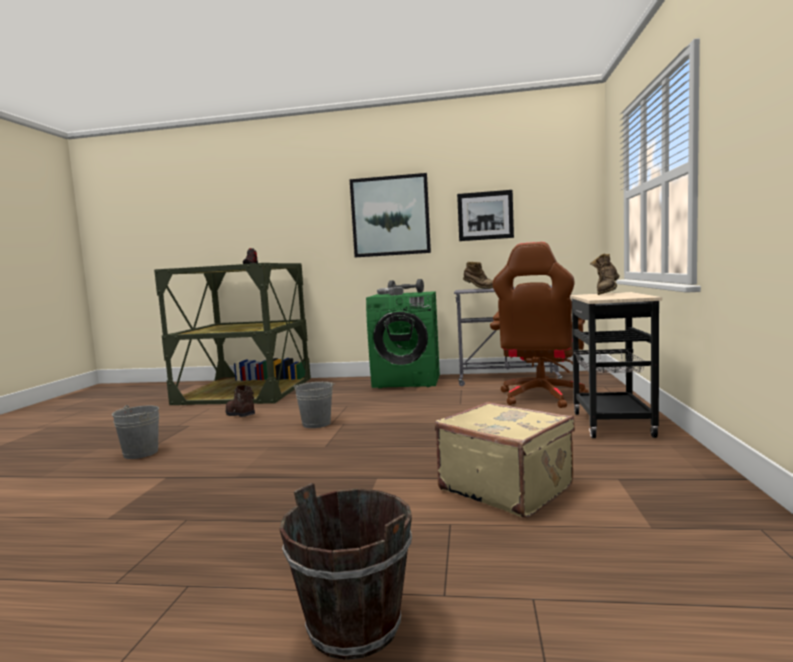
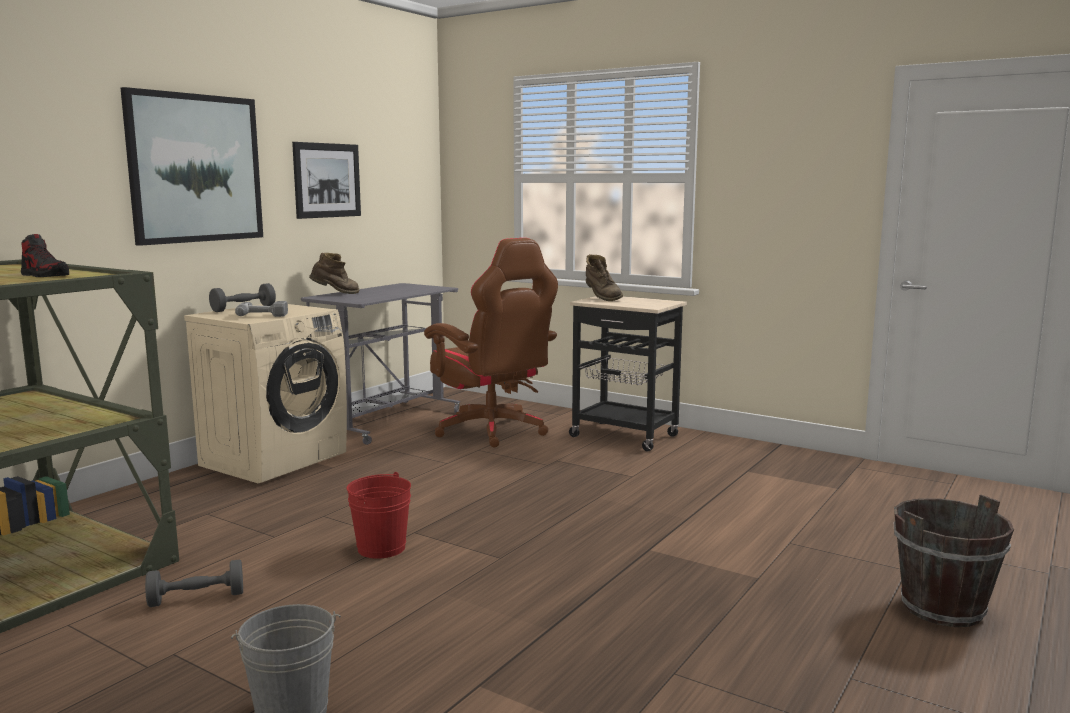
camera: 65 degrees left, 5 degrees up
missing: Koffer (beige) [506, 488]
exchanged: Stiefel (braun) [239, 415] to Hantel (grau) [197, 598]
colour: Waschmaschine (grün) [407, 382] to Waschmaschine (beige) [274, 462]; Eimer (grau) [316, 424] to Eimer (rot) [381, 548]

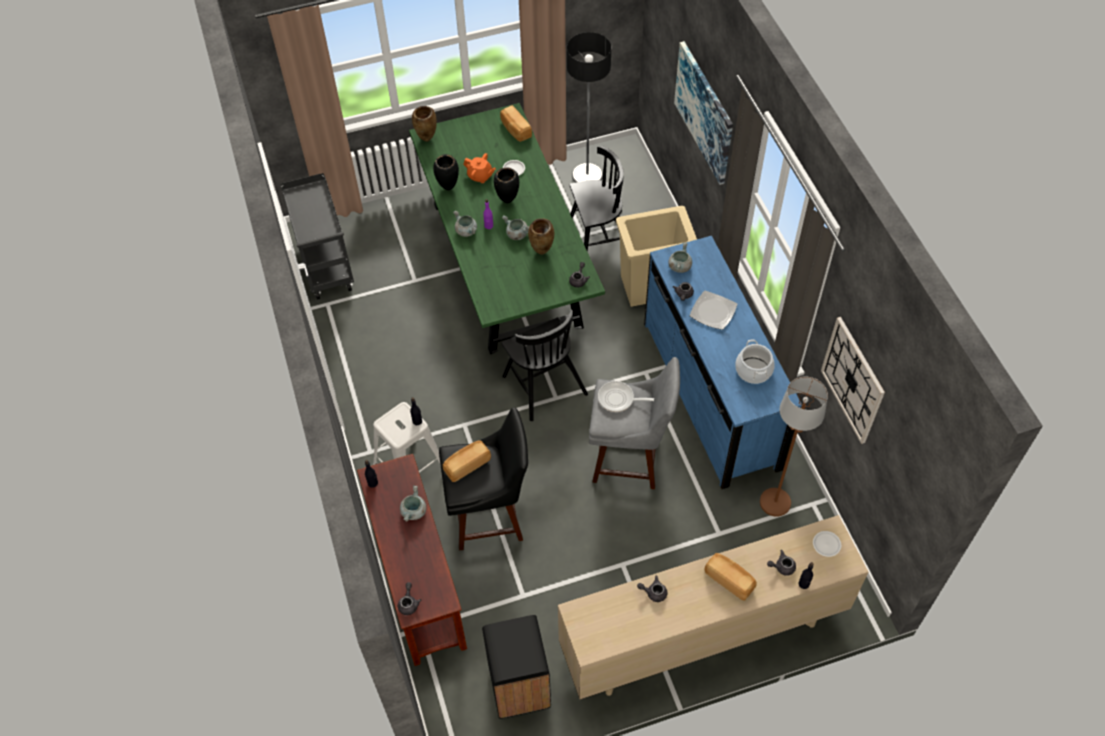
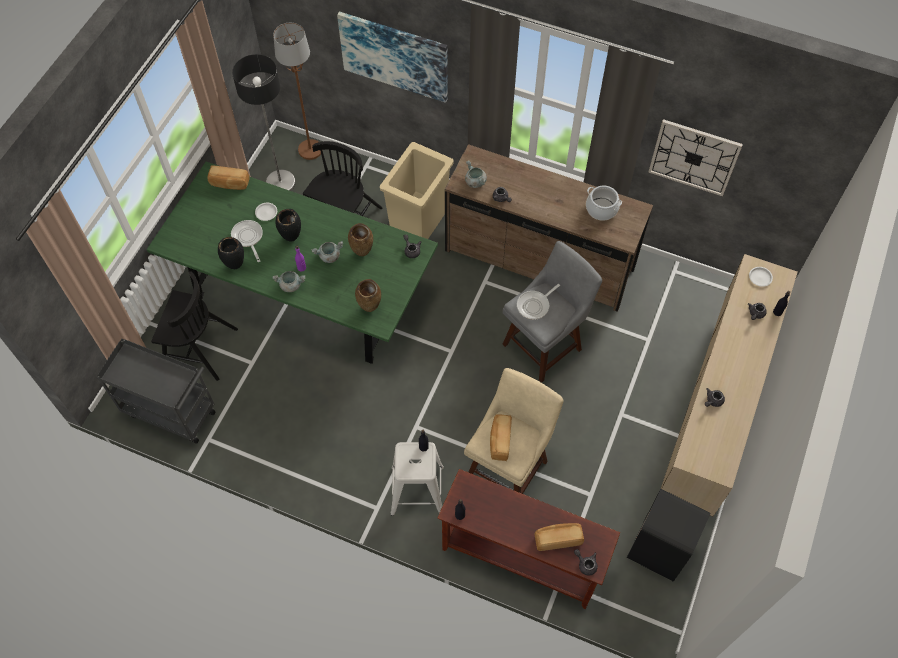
camera: 50 degrees left, 5 degrees up
missing: Teller [713, 312]; Kochtopf (grau) [414, 512]
relocated: Vase (braun) [427, 139] to [370, 308]; Stuhl (schwarz) [542, 381] to [196, 347]; Stehlampe (braun) [775, 503] to [310, 150]; Brot [729, 580] to [557, 539]
exchanged: Teekanne (orange) [480, 176] to Pfanne [248, 238]
colour: Kommode (blau) [710, 395] to Kommode (braun) [540, 260]; Hocker (schwarz) [490, 515] to Hocker (beige) [508, 467]

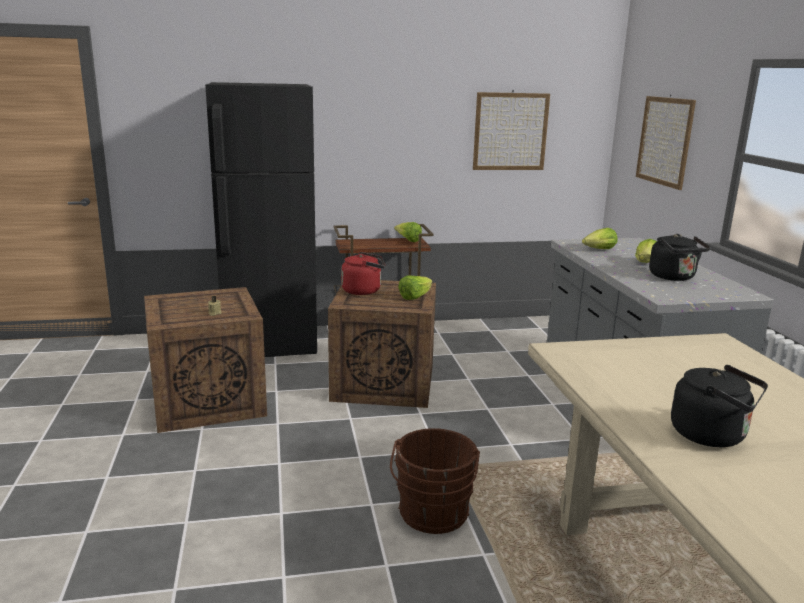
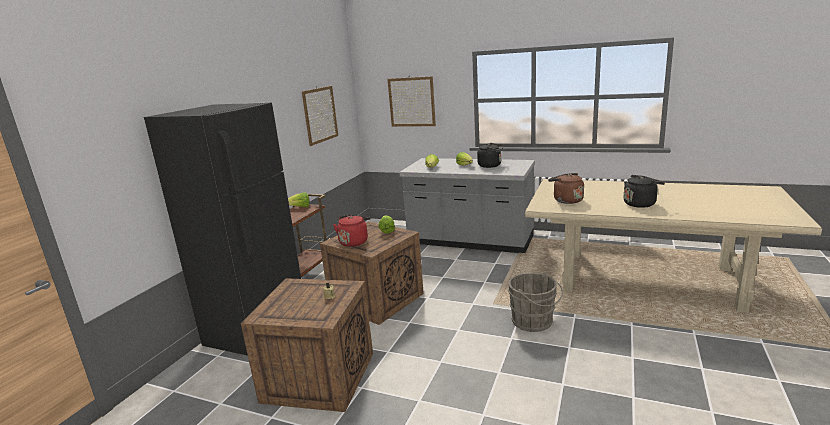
camera: 55 degrees left, 0 degrees up
appeared: Wasserkessel (braun) [566, 200]
colour: Eimer (braun) [432, 515] to Eimer (grau) [534, 322]

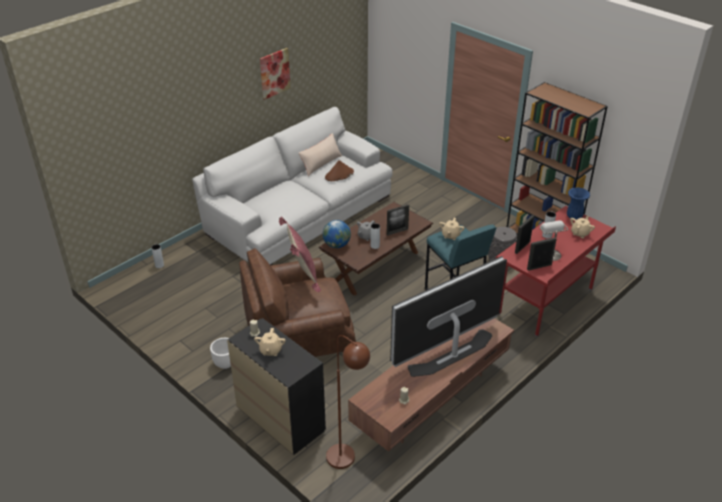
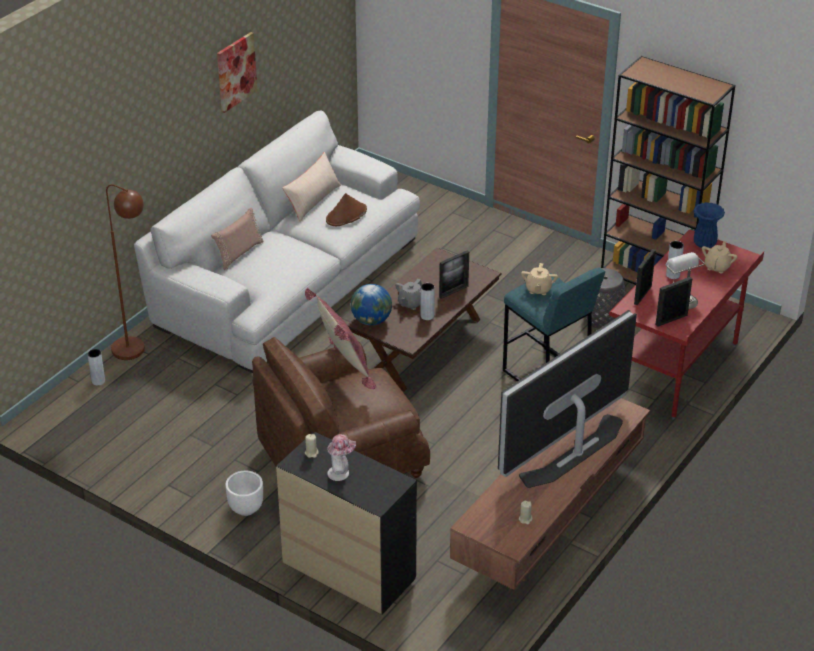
camera: 10 degrees left, 0 degrees up
appeared: Kissen (beige) [239, 253]
relocated: Stehlampe (braun) [347, 462] to [136, 353]
exchanged: Teekanne (beige) [270, 350] to Hut [341, 473]

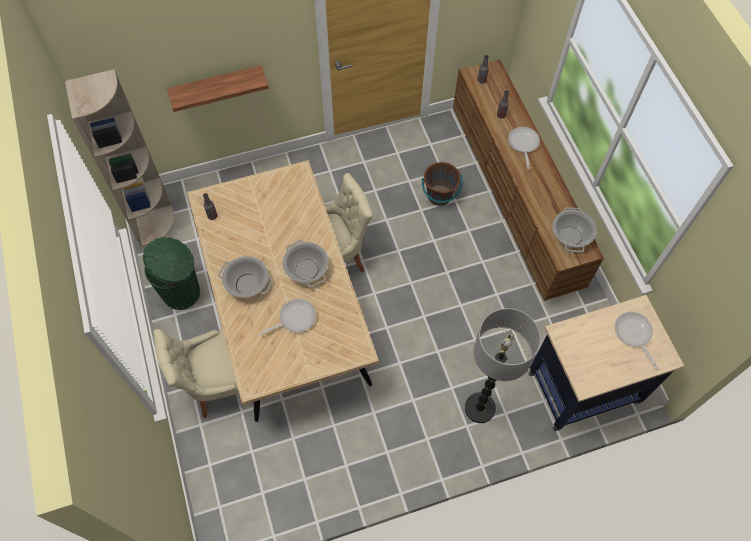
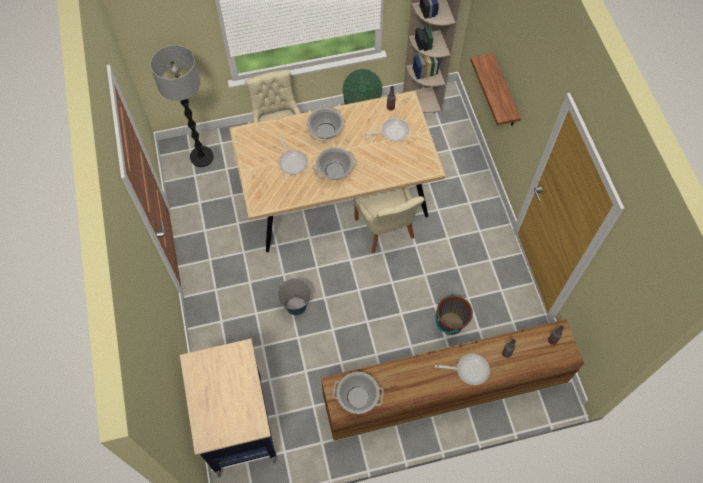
camera: 95 degrees right, 0 degrees up
appeared: Eimer [296, 305]
relocated: Stehlampe [479, 408] to [202, 157]; Pfanne [633, 334] to [392, 132]

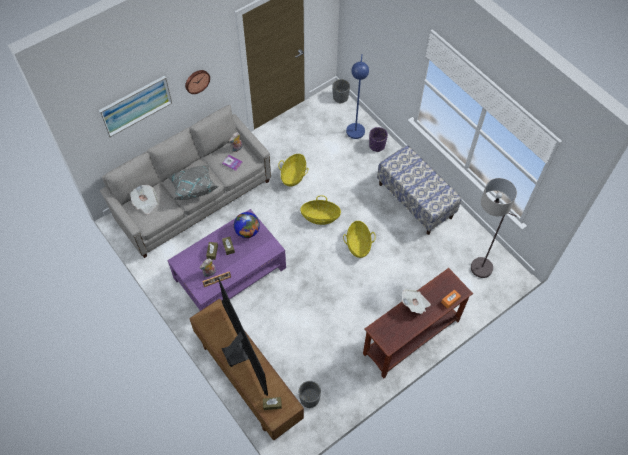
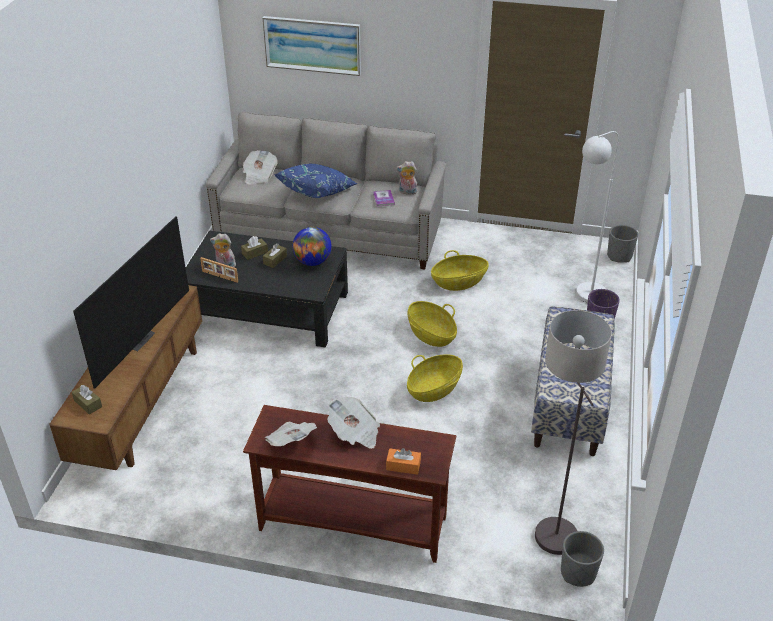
camera: 50 degrees right, 20 degrees down
missing: Wanduhr [196, 81]
appeared: Zeitung [291, 442]
relocated: Pflanzkübel (grau) [309, 398] to [578, 573]
colour: Stehlampe (blau) [355, 136] to Stehlampe (weiß) [584, 297]; Kissen (grau) [193, 187] to Kissen (blau) [317, 191]; Couchtisch (lila) [230, 272] to Couchtisch (schwarz) [268, 309]

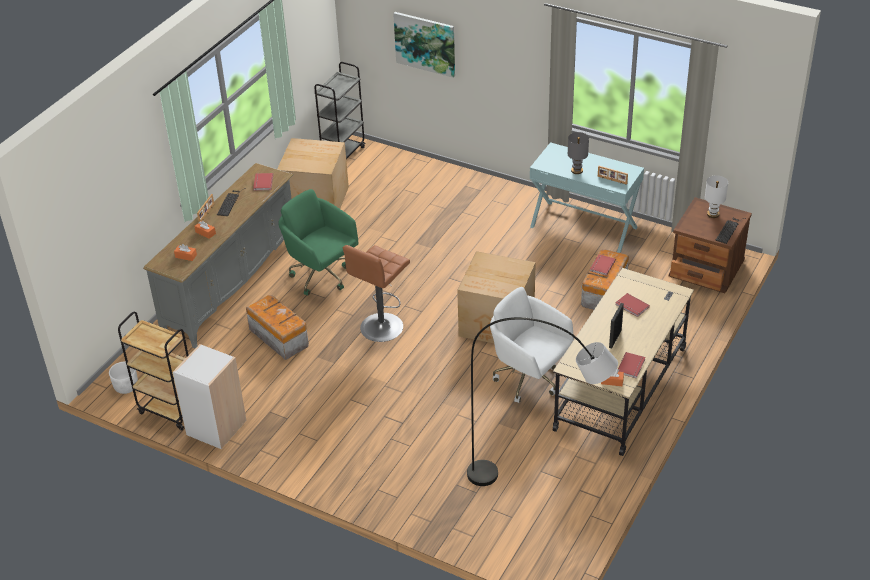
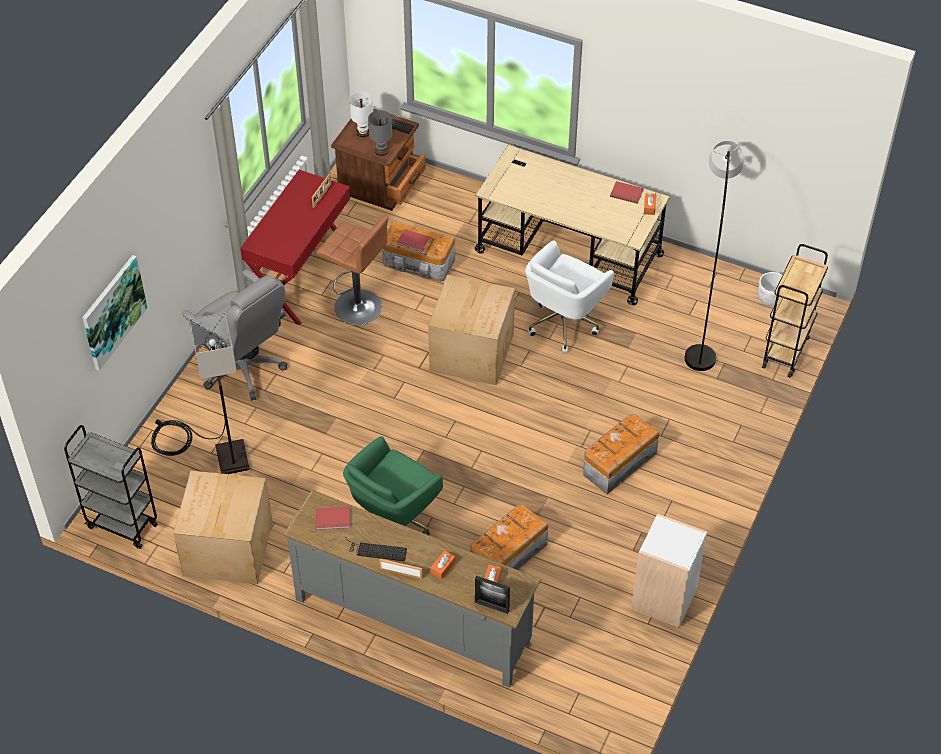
camera: 95 degrees left, 10 degrees up
missing: Buch (rot) [631, 306]
appeared: Bürostuhl (grau) [244, 370]; Stehlampe [200, 447]; Aufbewahrungsbox [617, 464]
relocated: Tischlampe (grau) [577, 171] to [382, 151]; Hocker (braun) [381, 327] to [358, 308]; Bilderrahmen [615, 339] to [492, 606]; Rollwagen (braun) [168, 413] to [786, 353]; Pflanzkübel (weiß) [126, 387] to [770, 298]
colour: Schreibtisch (türkis) [584, 227] to Schreibtisch (rot) [301, 277]

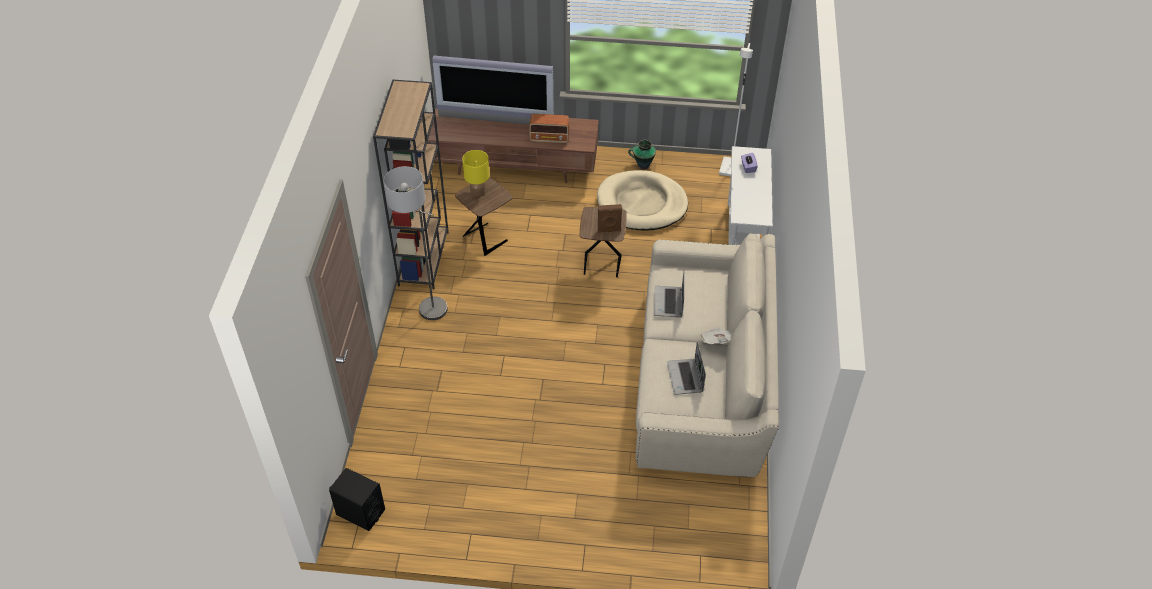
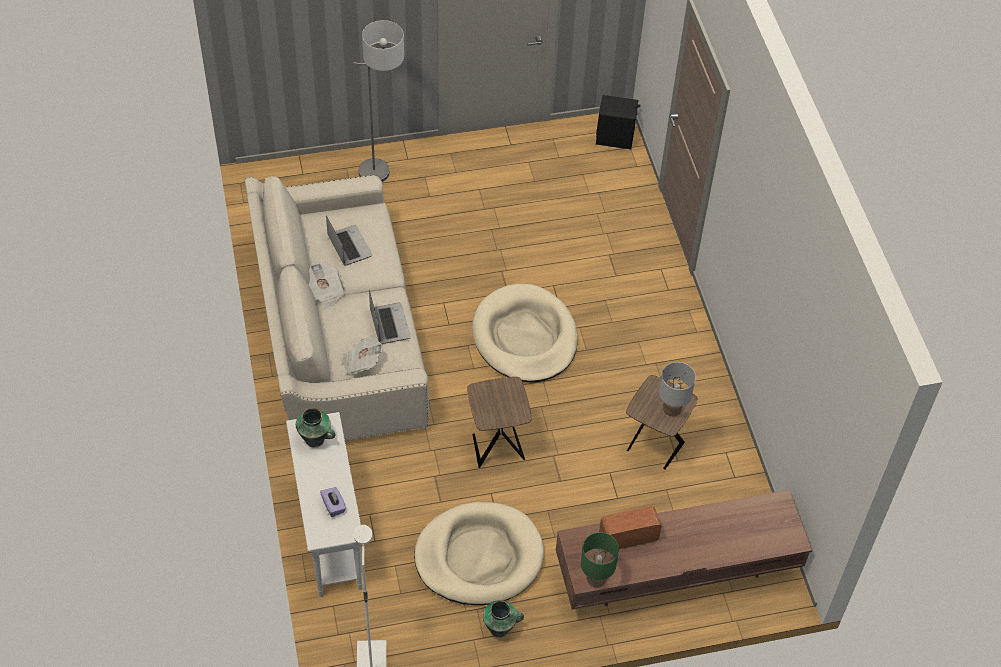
camera: 160 degrees right, 5 degrees up
missing: Fernseher [495, 122]; Bücherregal [423, 258]; Lautsprecher (braun) [609, 230]
appeared: Hundebett (beige) [525, 337]; Zeitung [361, 362]; Vase [315, 440]; Tischlampe (grün) [596, 578]
relocated: Stehlampe (grau) [425, 307] to [383, 173]
colour: Tischlampe (gelb) [477, 191] to Tischlampe (grau) [672, 408]

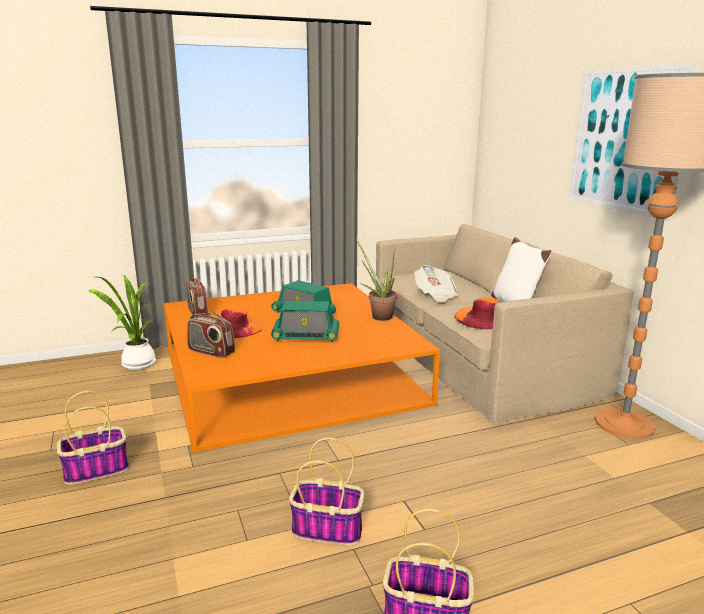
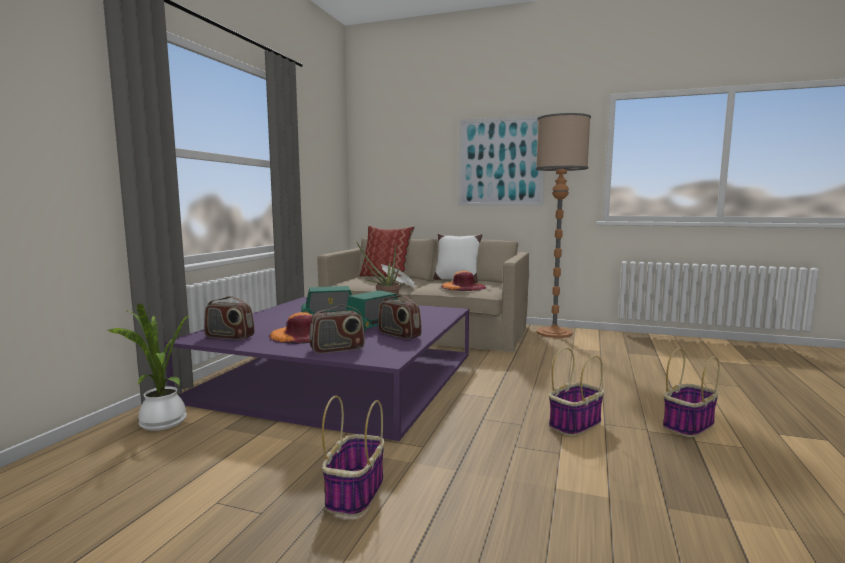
camera: 50 degrees left, 10 degrees down
appeared: Kissen [386, 277]; Radio [399, 335]
colour: Couchtisch (orange) [290, 375] to Couchtisch (lila) [339, 376]

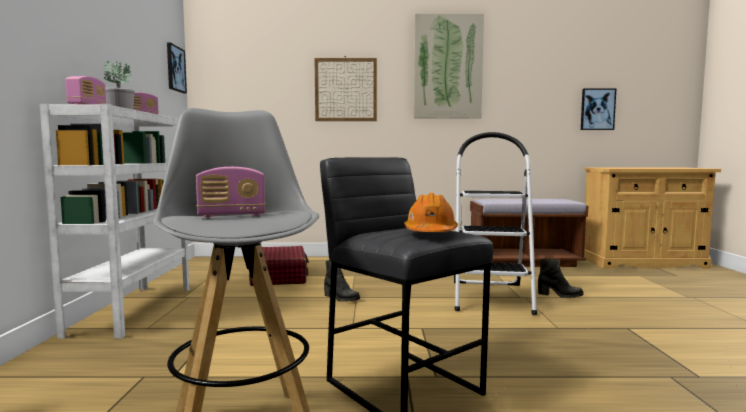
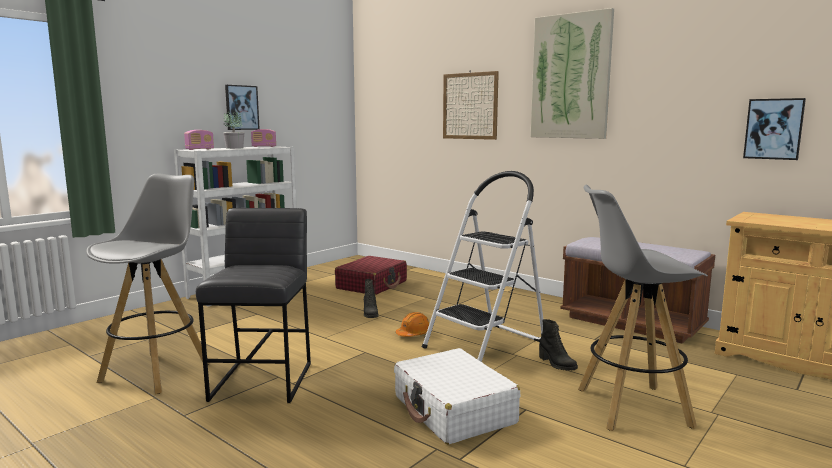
camera: 40 degrees right, 5 degrees up
missing: Radio [232, 215]
appeared: Hocker (grau) [630, 406]; Koffer (weiß) [454, 410]
relocated: Bild [175, 69] to [241, 107]; Schutzhelm (orange) [430, 233] to [414, 334]

